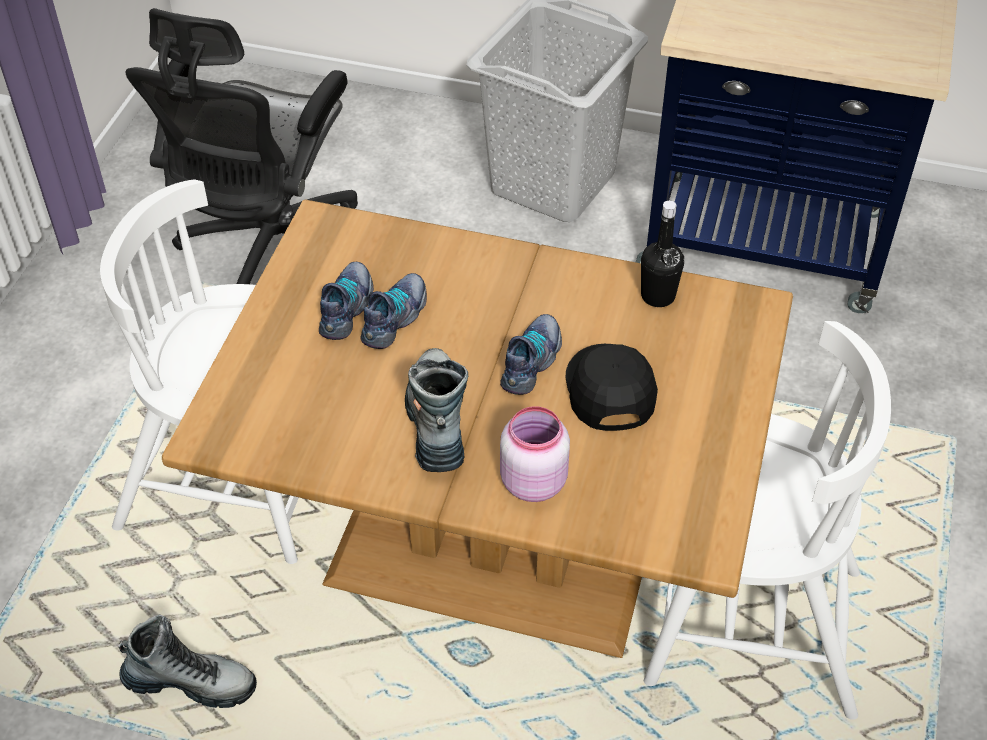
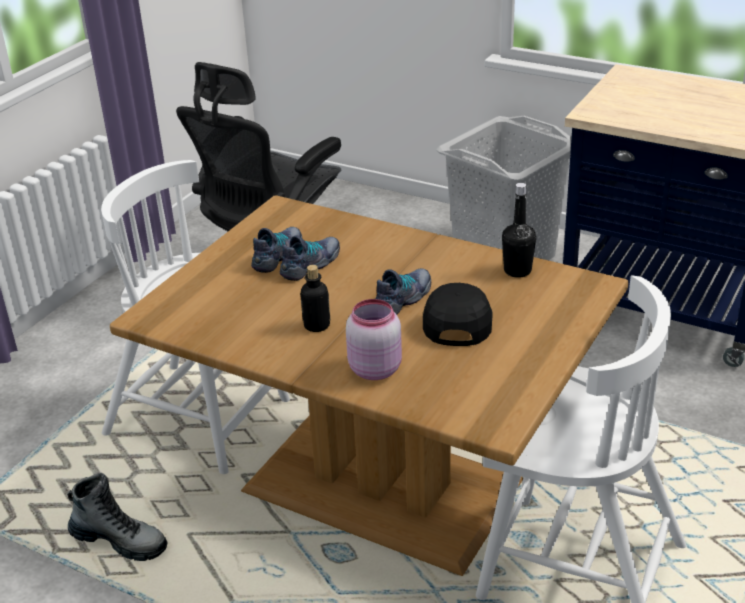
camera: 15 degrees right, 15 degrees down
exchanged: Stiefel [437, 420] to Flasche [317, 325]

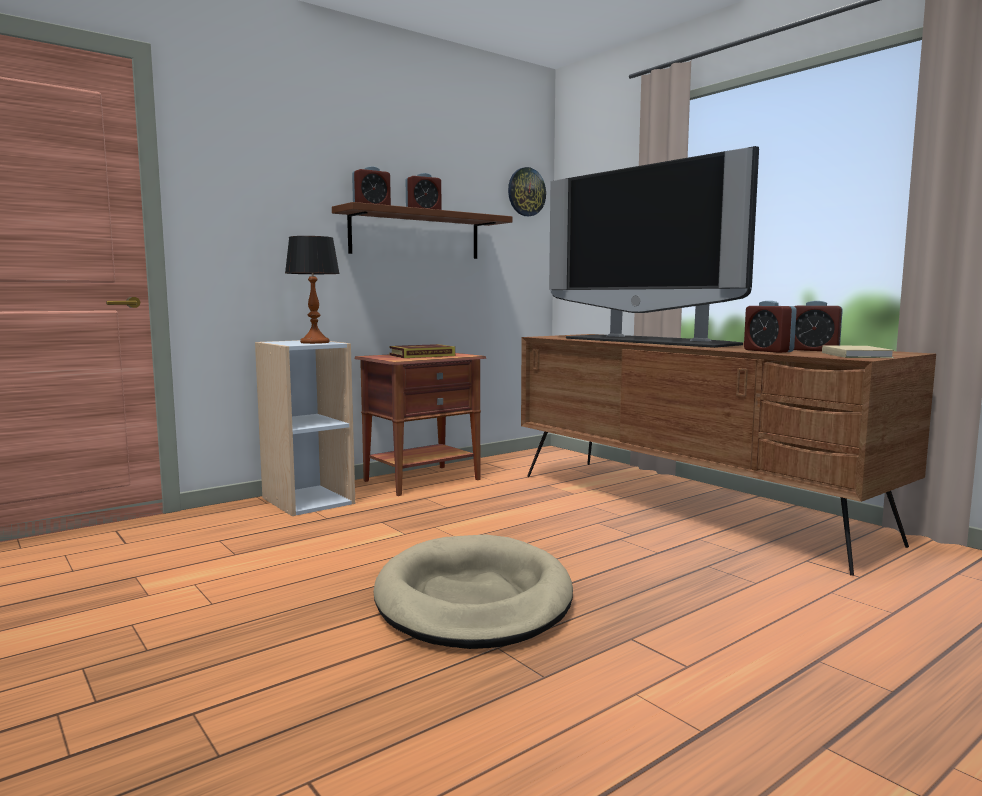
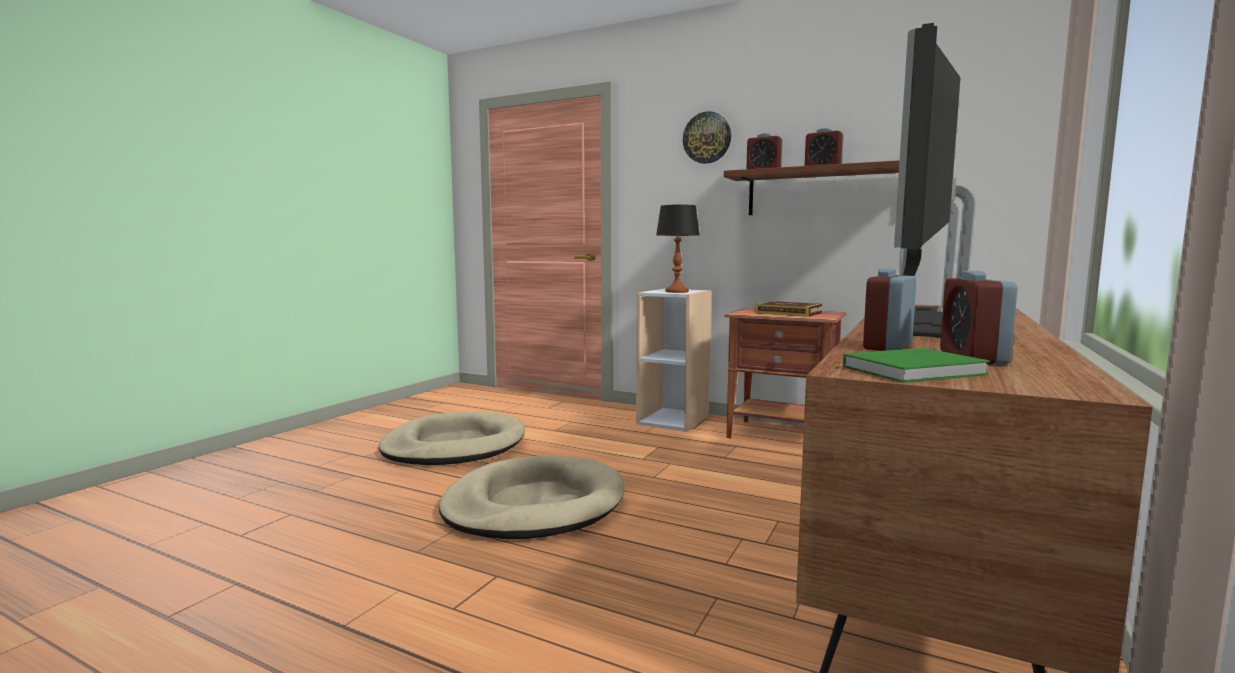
camera: 65 degrees right, 0 degrees up
appeared: Hundebett (beige) [454, 446]
relocated: Wanduhr [526, 192] to [707, 138]
colour: Buch (beige) [856, 355] to Buch (grün) [917, 370]

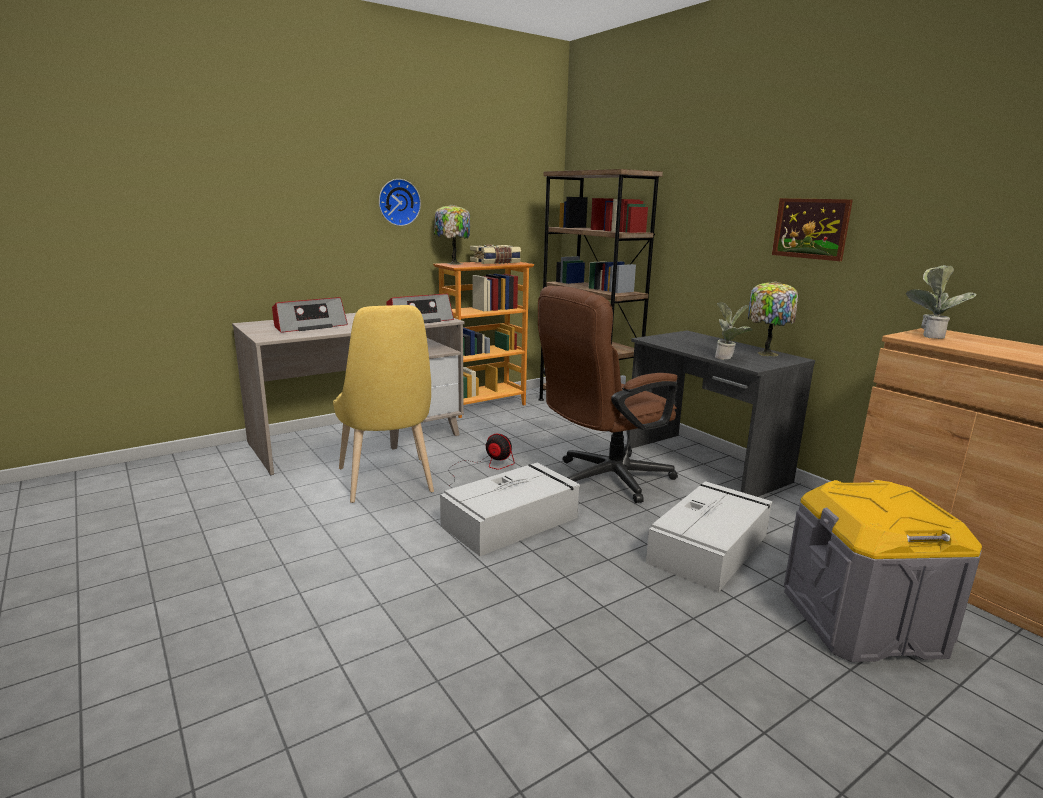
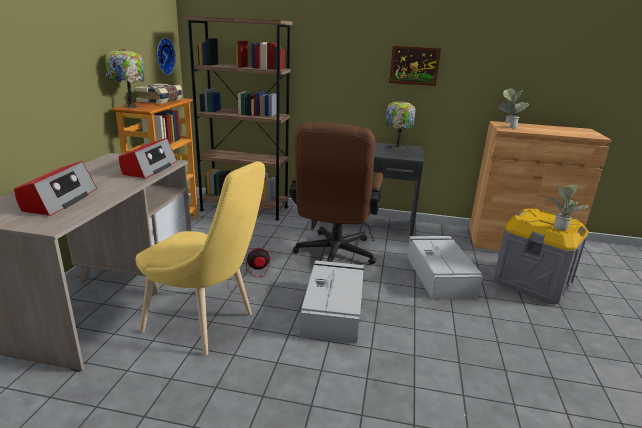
camera: 45 degrees left, 5 degrees up
relocated: Wanduhr [398, 202] to [163, 56]; Topfpflanze [728, 358] to [561, 226]

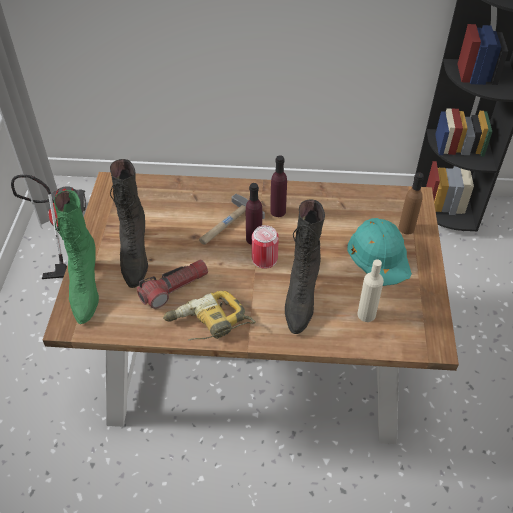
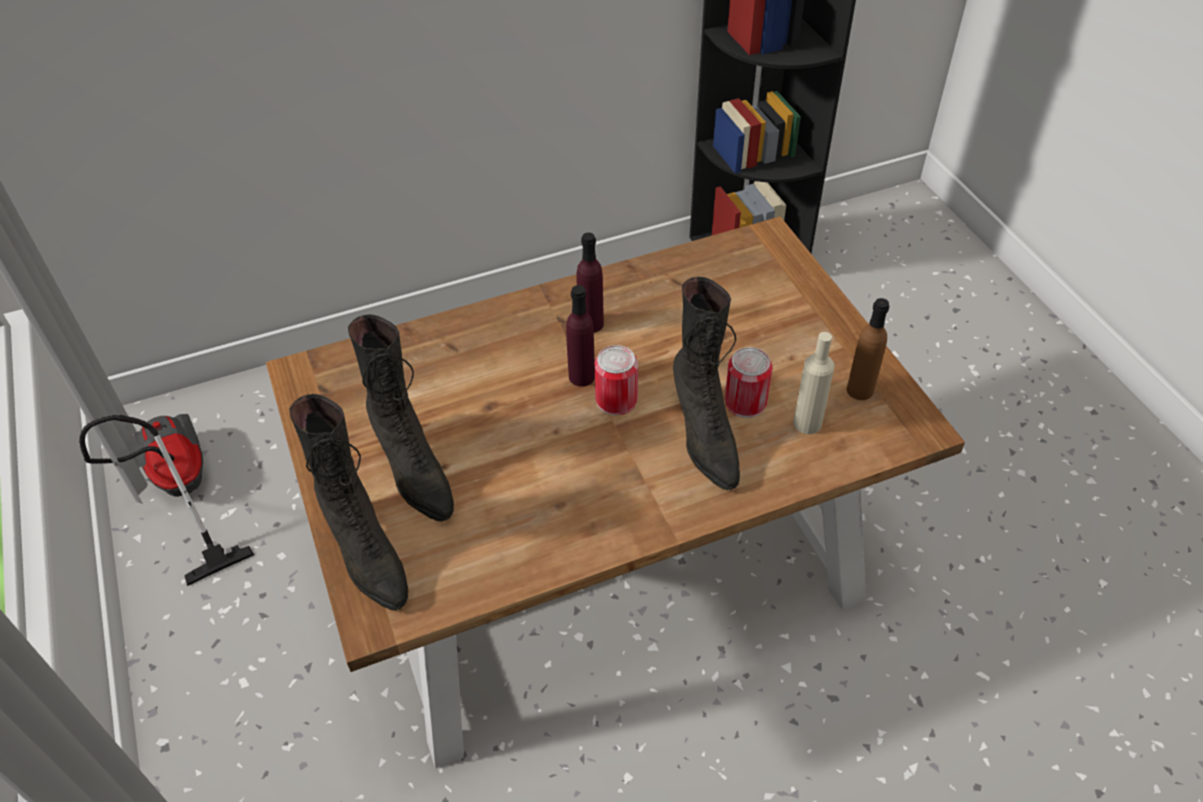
camera: 25 degrees left, 0 degrees up
missing: Hammer [228, 225]; Schutzhelm (türkis) [380, 254]; Taschenlampe [174, 288]; Bohrmaschine [208, 324]
appeared: Dose [745, 402]
relocated: Flasche (braun) [406, 228] to [860, 390]
colour: Stiefel (grün) [85, 289] to Stiefel (schwarz) [366, 553]

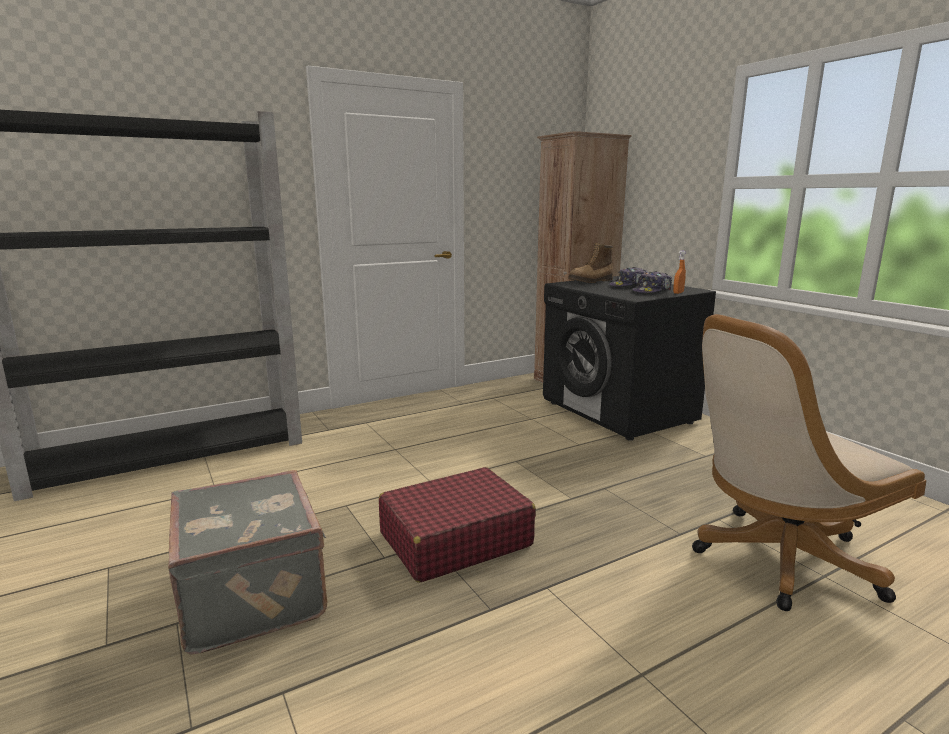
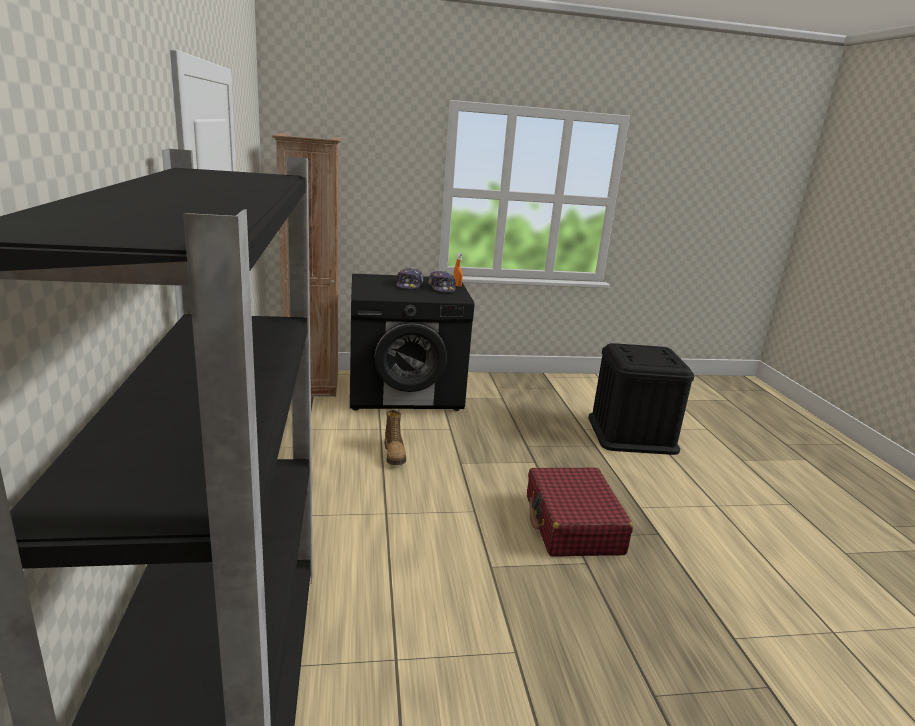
camera: 70 degrees left, 5 degrees up
missing: Koffer (grau) [255, 593]
relocated: Stiefel [591, 281] to [395, 454]
exchanged: Bürostuhl [776, 562] to Aufbewahrungsbox (schwarz) [631, 434]

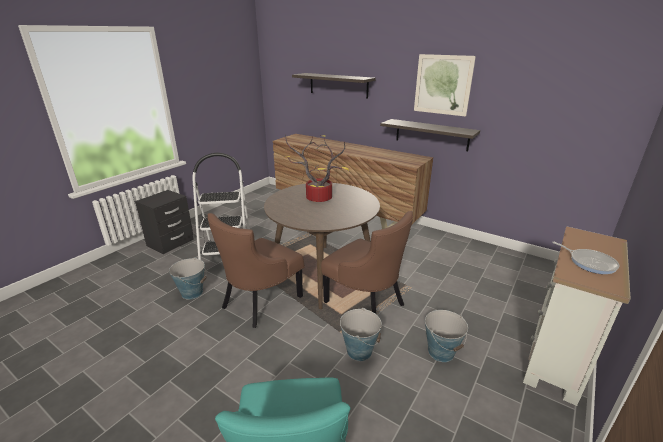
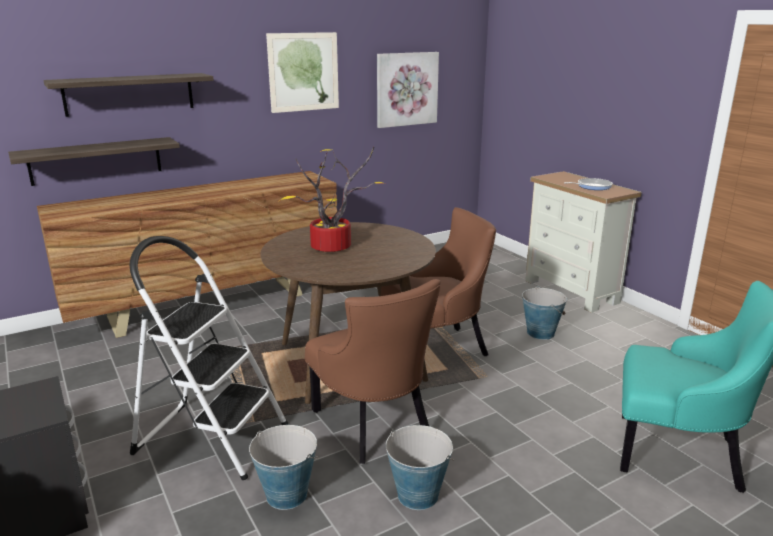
camera: 65 degrees left, 5 degrees down
appeared: Bild [406, 89]
relocated: Wandregal [431, 134] to [96, 161]; Eimer [359, 351] to [417, 495]

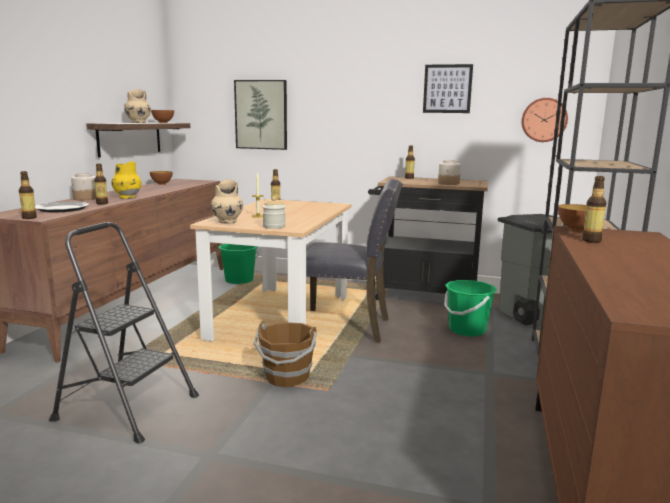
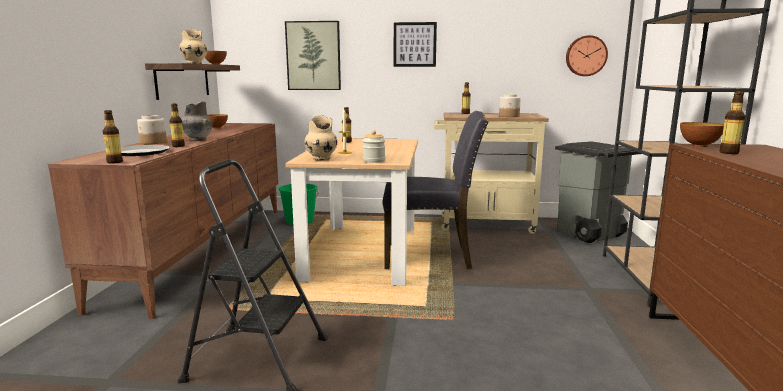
camera: 10 degrees left, 0 degrees up
missing: Eimer (grün) [467, 330]; Eimer (braun) [287, 377]
relocated: Bild [447, 89] to [414, 44]
colour: Vase (gelb) [127, 197] to Vase (grau) [197, 140]; Rollwagen (schwarz) [423, 296] to Rollwagen (beige) [483, 224]

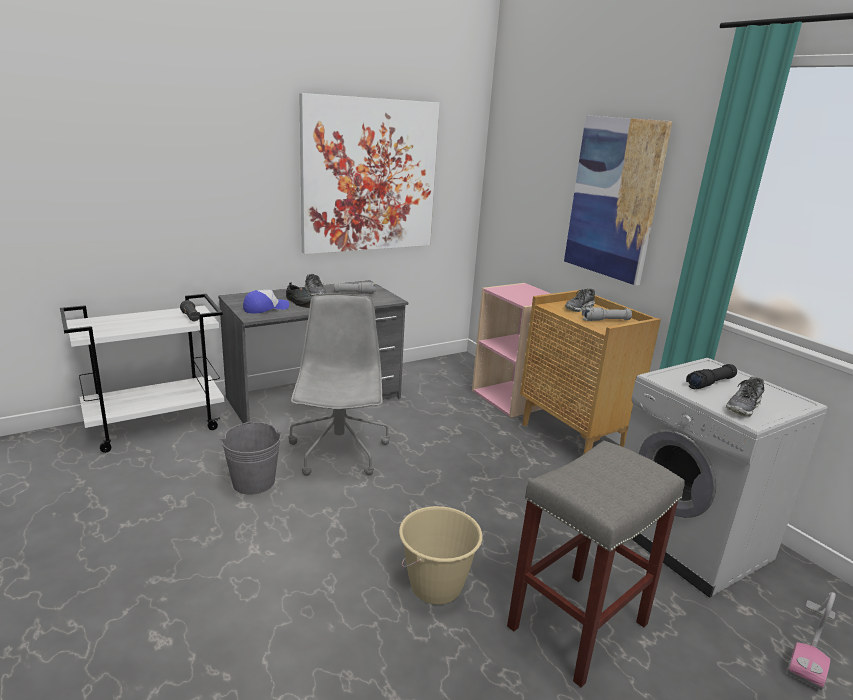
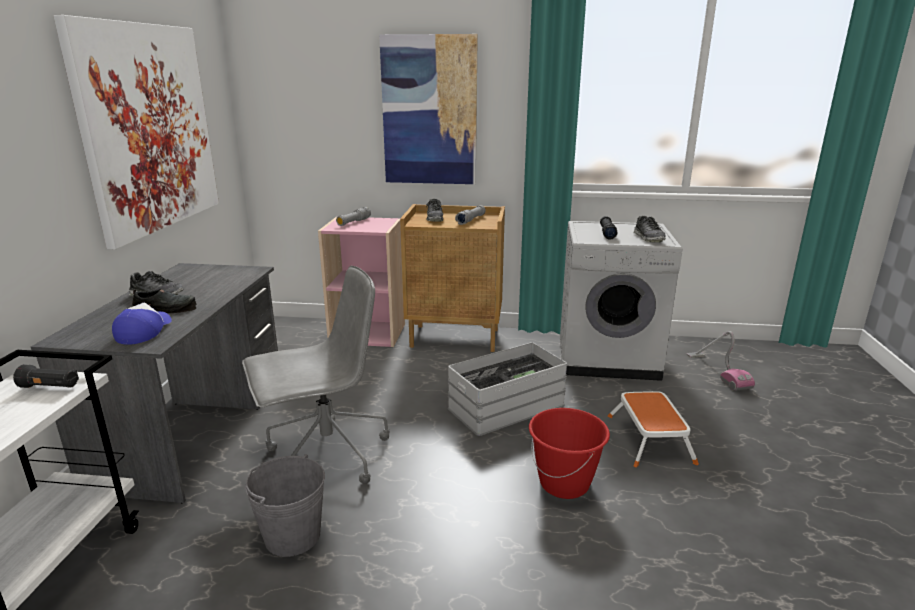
camera: 50 degrees left, 0 degrees up
appeared: Aufbewahrungsbox (grau) [506, 407]
relocated: Taschenlampe (grau) [354, 293] to [353, 222]
exchanged: Hocker (grau) [578, 624] to Trittleiter (orange) [650, 439]
colour: Eimer (beige) [436, 586] to Eimer (rot) [564, 483]
spun: Bürostuhl (grau) [339, 455] = [322, 457] 120 degrees clockwise

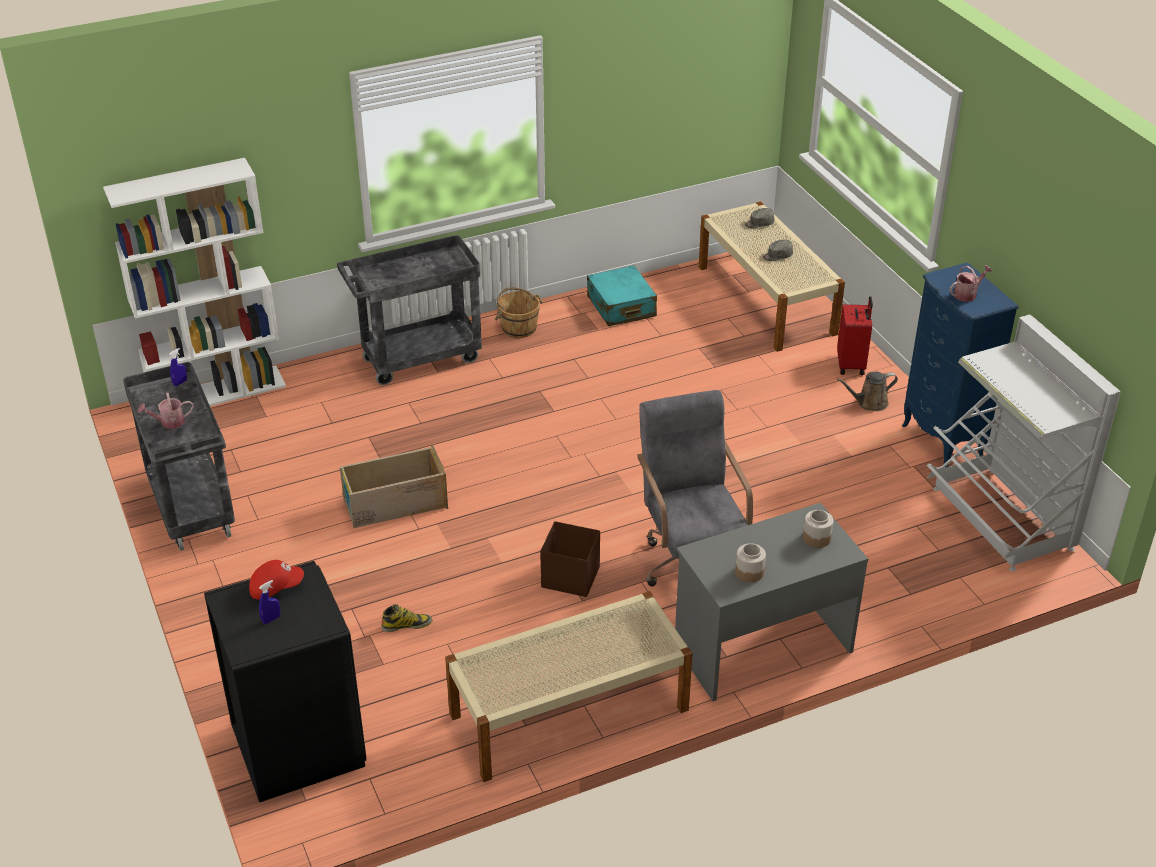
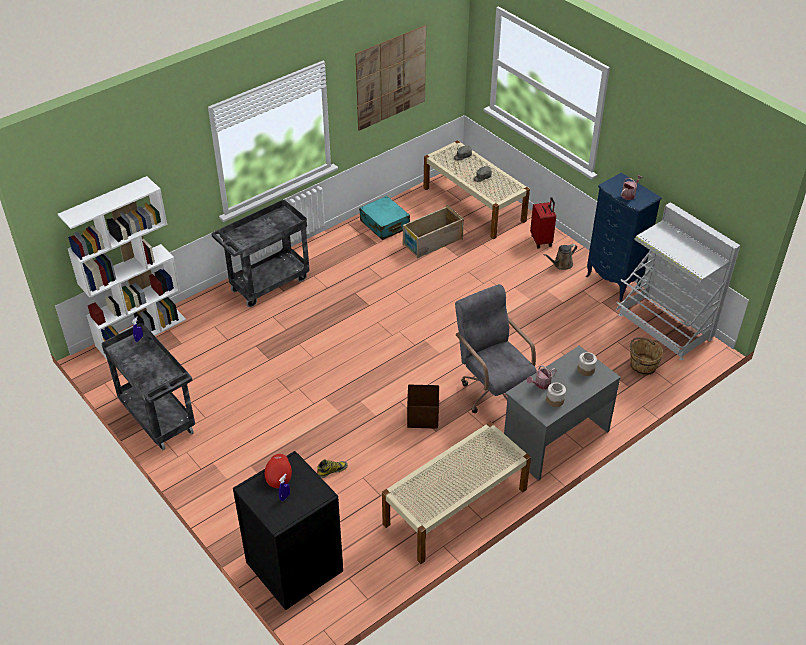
camera: 15 degrees left, 5 degrees up
appeared: Bild [391, 78]
relocated: Eimer (braun) [518, 327] to [642, 365]; Gießkanne [169, 422] to [540, 384]; Kiste [394, 504] to [432, 242]
spun: Kappe (rot) [276, 587] = [278, 474] 60 degrees counterclockwise

